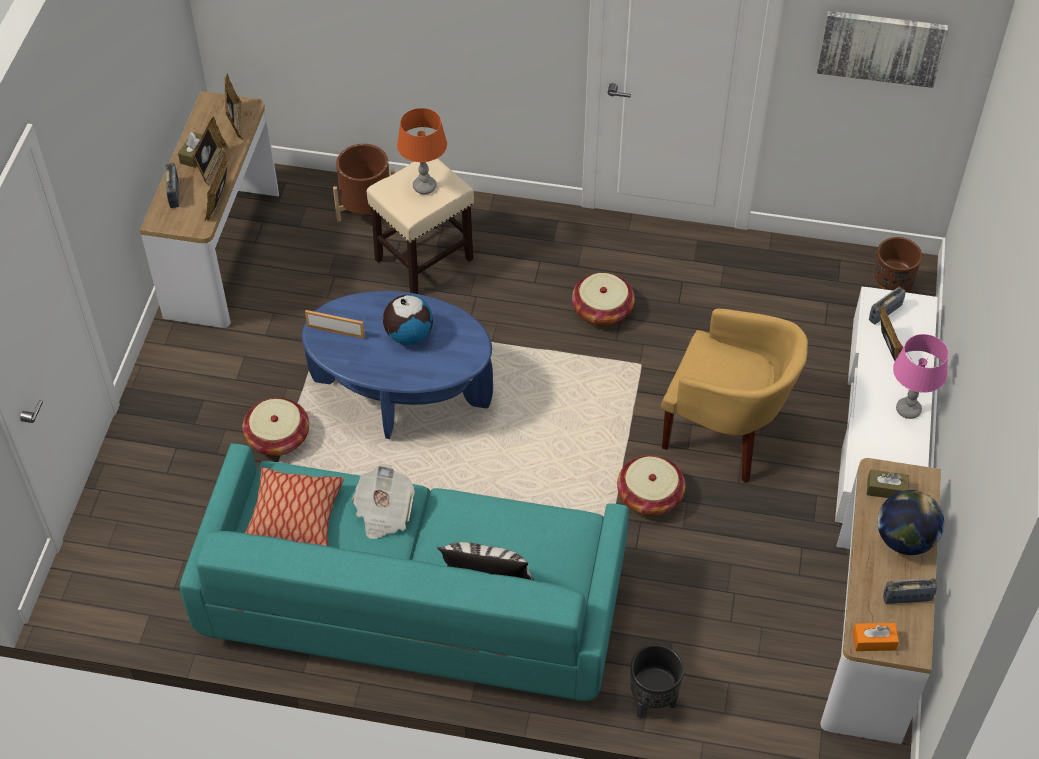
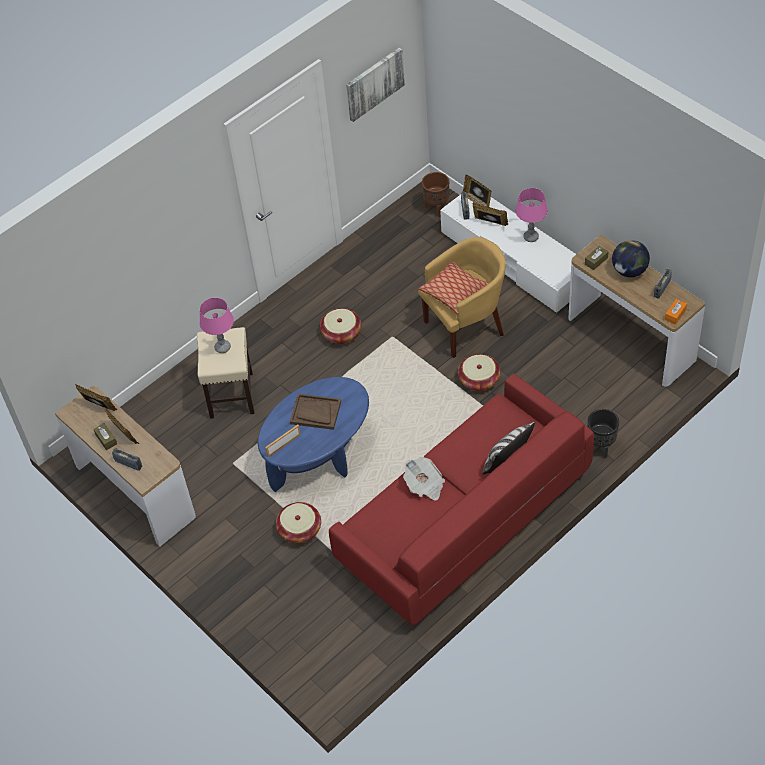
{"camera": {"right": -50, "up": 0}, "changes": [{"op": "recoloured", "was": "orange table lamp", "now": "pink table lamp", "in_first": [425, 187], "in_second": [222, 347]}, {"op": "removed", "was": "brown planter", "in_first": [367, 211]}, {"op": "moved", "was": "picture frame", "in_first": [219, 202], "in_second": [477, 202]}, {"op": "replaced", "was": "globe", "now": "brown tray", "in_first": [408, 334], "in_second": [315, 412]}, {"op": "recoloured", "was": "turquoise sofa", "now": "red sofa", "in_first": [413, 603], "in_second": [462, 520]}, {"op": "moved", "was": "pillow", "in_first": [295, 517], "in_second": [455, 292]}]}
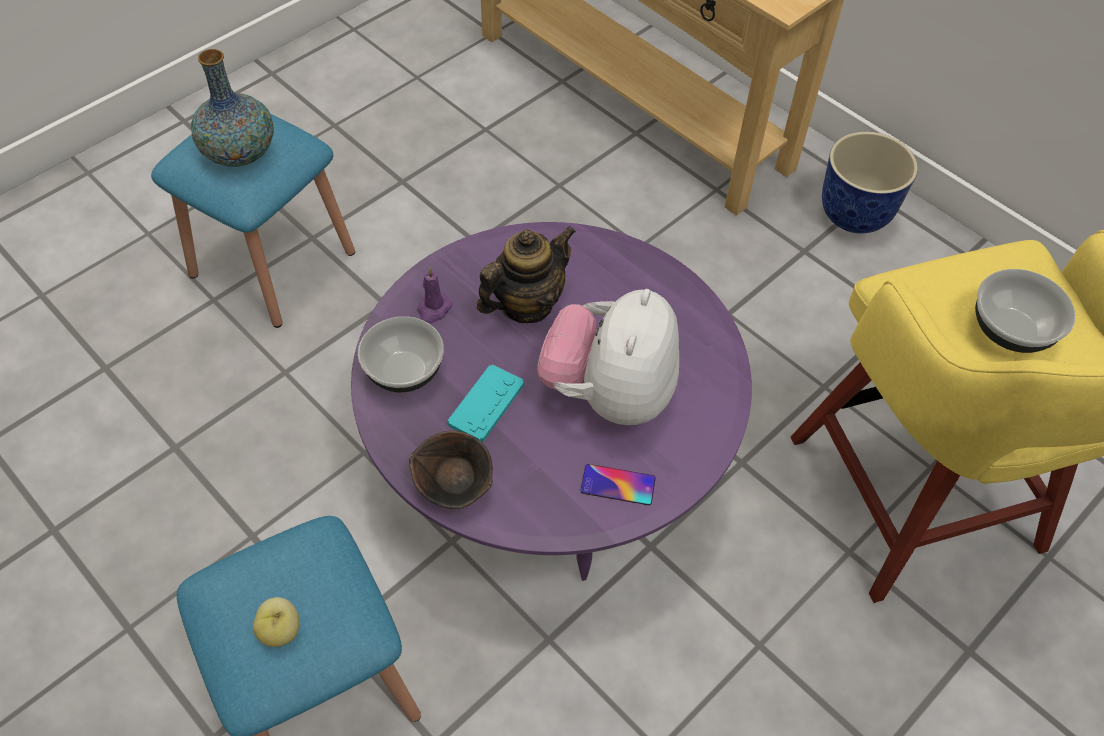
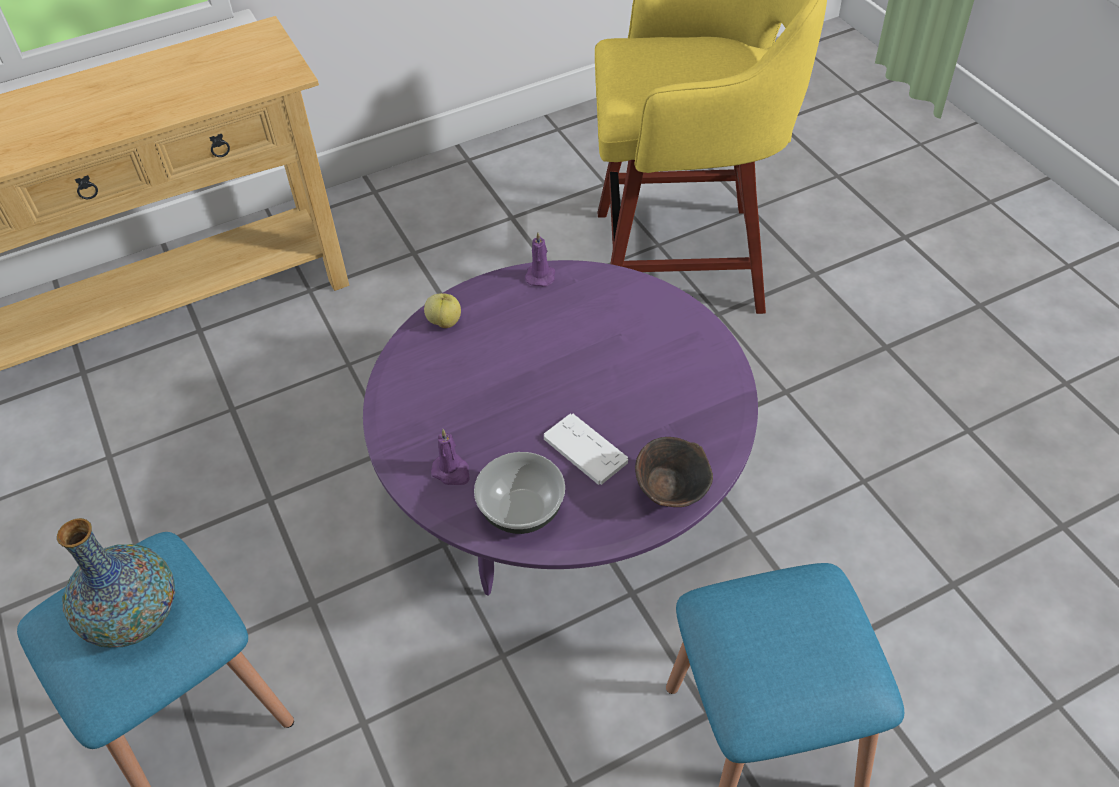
{"camera": {"right": -70, "up": -5}, "changes": [{"op": "removed", "was": "planter", "in_first": [855, 215]}, {"op": "removed", "was": "teapot", "in_first": [526, 304]}, {"op": "removed", "was": "bowl", "in_first": [1011, 329]}, {"op": "removed", "was": "plush toy", "in_first": [609, 393]}, {"op": "recoloured", "was": "turquoise game controller", "now": "white game controller", "in_first": [486, 404], "in_second": [585, 450]}, {"op": "removed", "was": "phone", "in_first": [618, 485]}, {"op": "moved", "was": "apple", "in_first": [281, 631], "in_second": [445, 322]}, {"op": "added", "now": "purple candle", "in_second": [540, 275]}]}
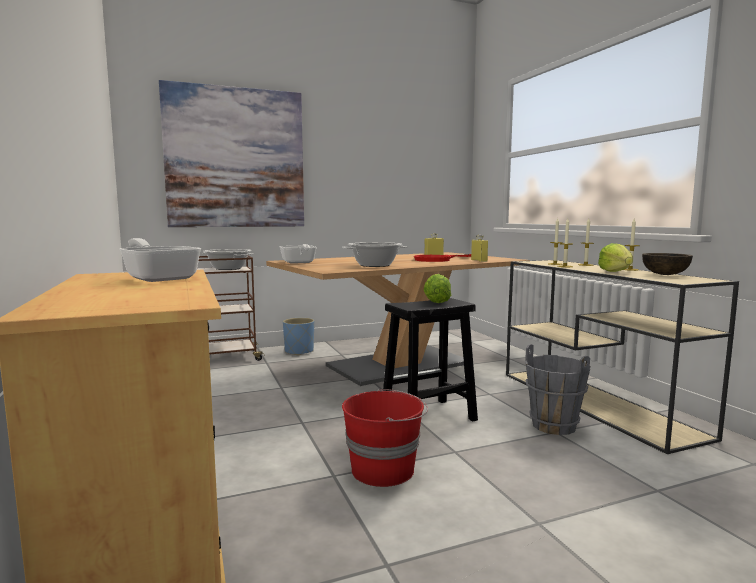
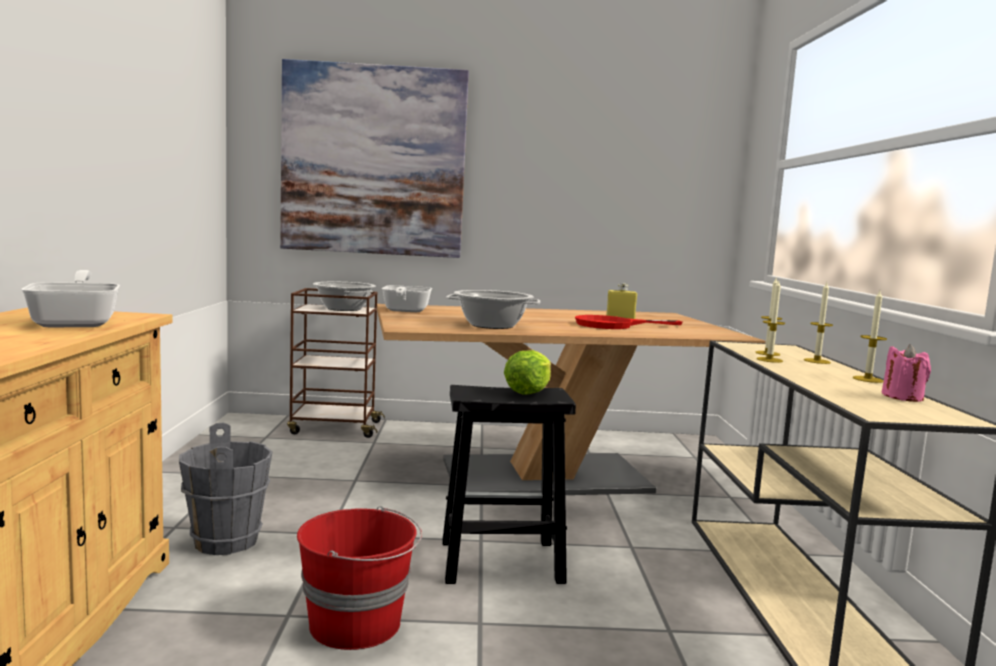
{"camera": {"right": 20, "up": 0}, "changes": [{"op": "removed", "was": "yellow bottle", "in_first": [479, 261]}, {"op": "removed", "was": "lettuce", "in_first": [615, 272]}, {"op": "replaced", "was": "brown bowl", "now": "pink candle", "in_first": [665, 274], "in_second": [902, 397]}, {"op": "removed", "was": "blue planter", "in_first": [299, 351]}, {"op": "moved", "was": "grey bucket", "in_first": [554, 425], "in_second": [227, 541]}]}
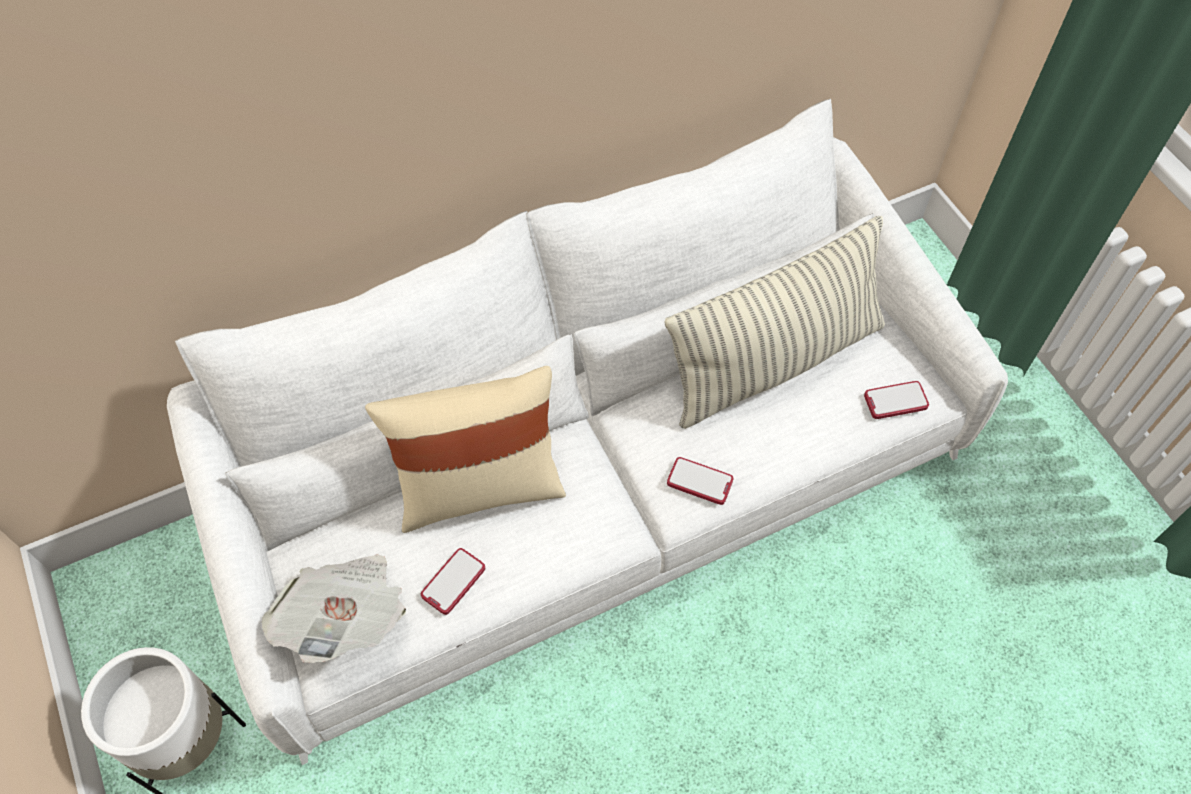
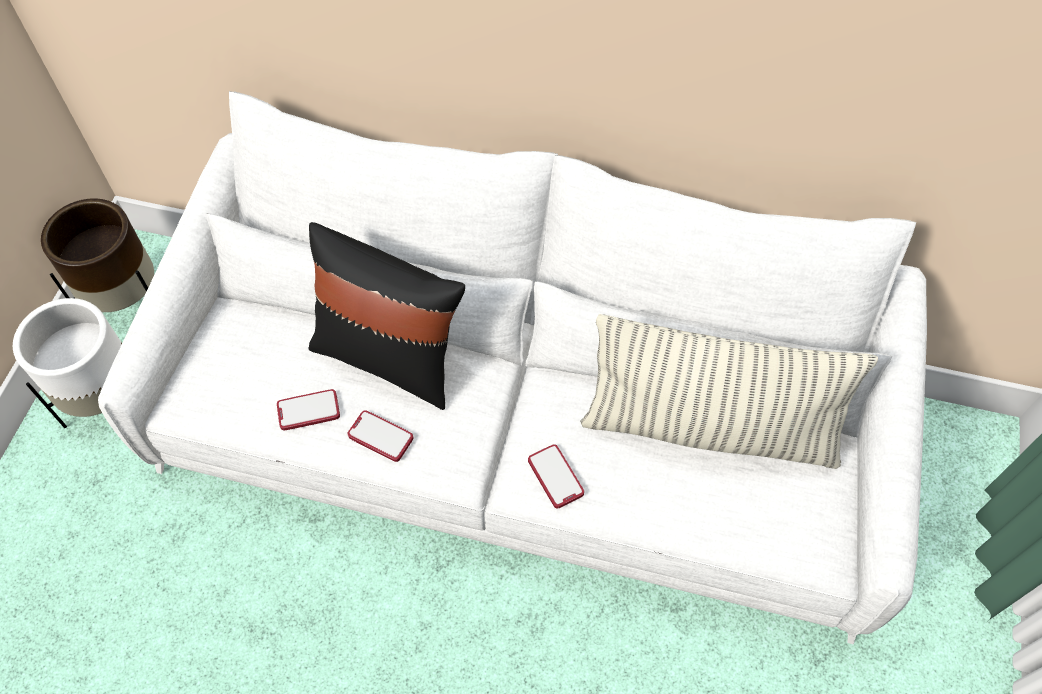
{"camera": {"right": 40, "up": 0}, "changes": [{"op": "recoloured", "was": "beige pillow", "now": "black pillow", "in_first": [479, 487], "in_second": [390, 357]}, {"op": "moved", "was": "phone", "in_first": [895, 401], "in_second": [380, 437]}, {"op": "removed", "was": "newspaper", "in_first": [346, 617]}, {"op": "added", "now": "brown planter", "in_second": [128, 304]}]}
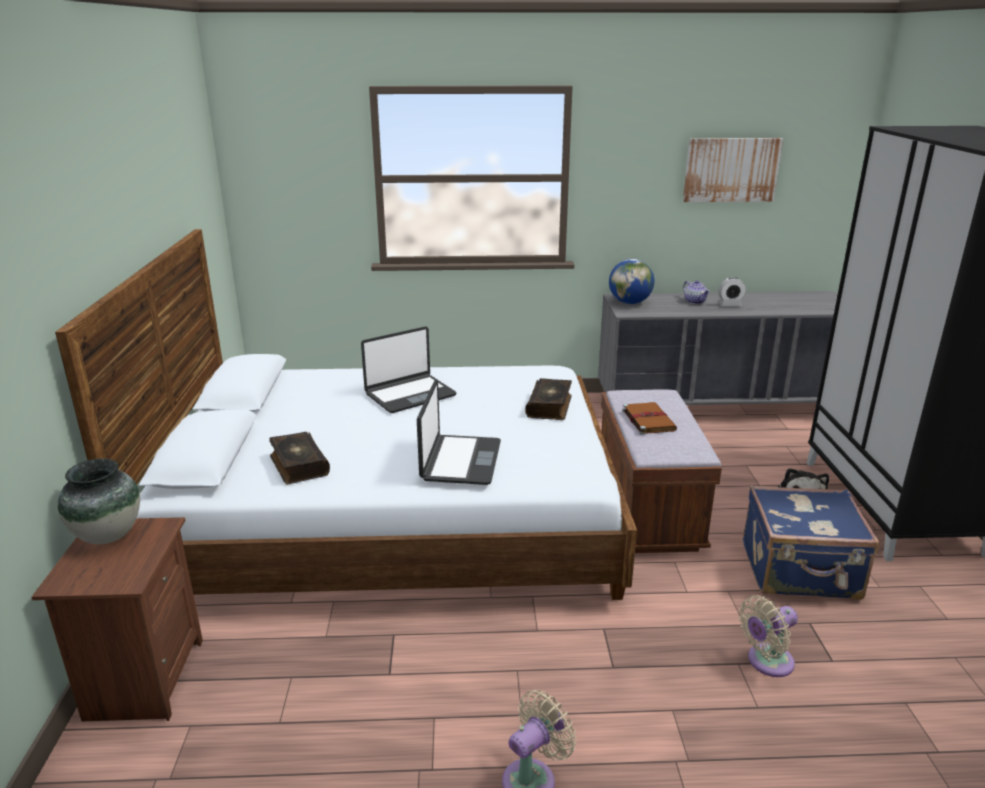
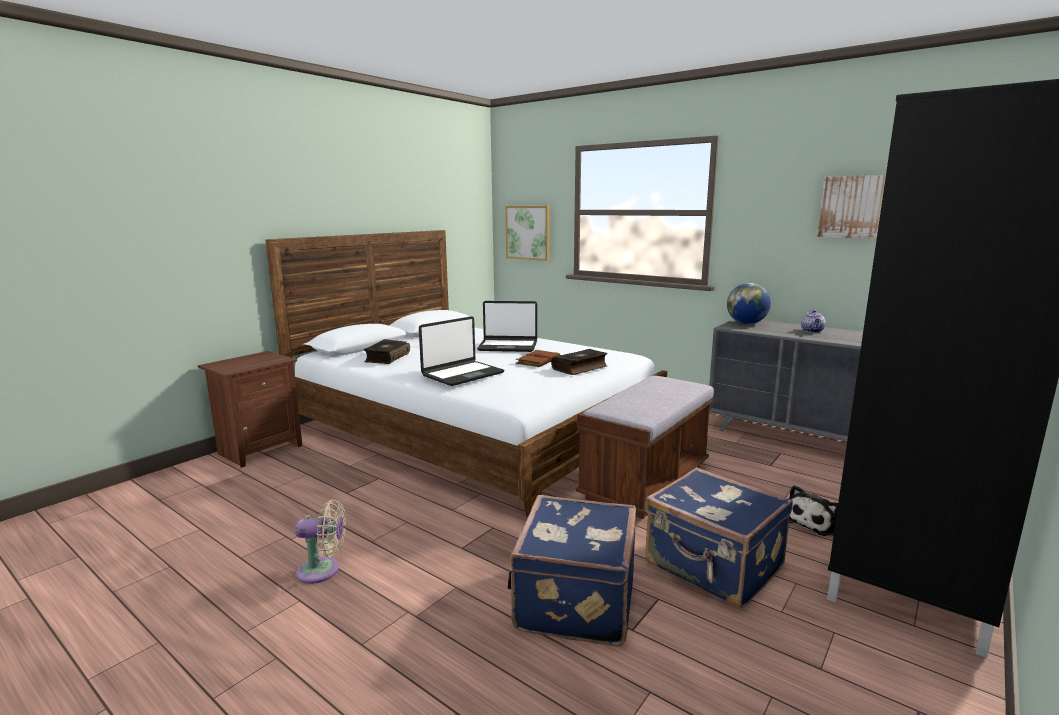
{"camera": {"right": 40, "up": -10}, "changes": [{"op": "removed", "was": "alarm clock", "in_first": [729, 305]}, {"op": "moved", "was": "brown book", "in_first": [648, 420], "in_second": [538, 360]}, {"op": "removed", "was": "vase", "in_first": [108, 536]}, {"op": "replaced", "was": "beige fan", "now": "blue suitcase", "in_first": [766, 662], "in_second": [573, 601]}, {"op": "added", "now": "picture", "in_second": [528, 232]}]}
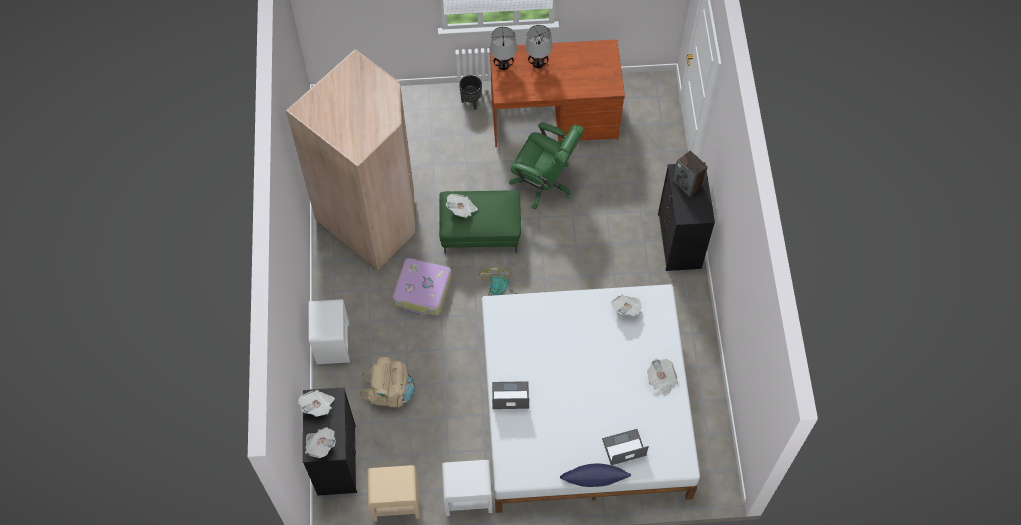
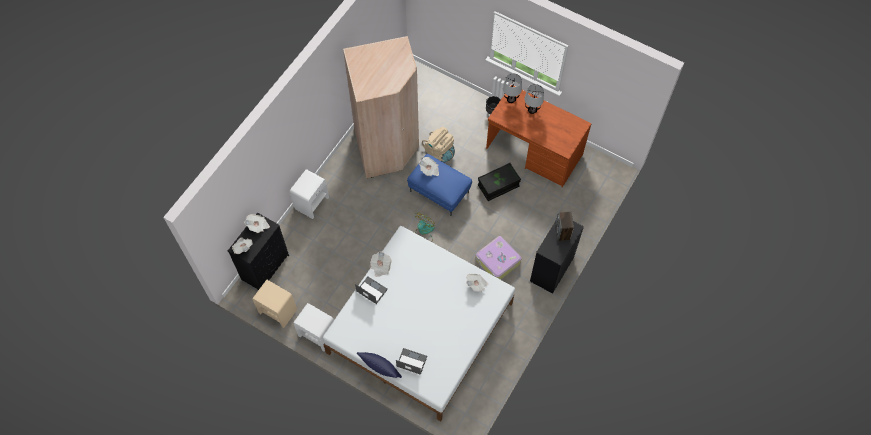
{"camera": {"right": 35, "up": 0}, "changes": [{"op": "replaced", "was": "green office chair", "now": "black storage box", "in_first": [544, 182], "in_second": [498, 186]}, {"op": "recoloured", "was": "green ottoman", "now": "blue ottoman", "in_first": [480, 231], "in_second": [440, 191]}, {"op": "moved", "was": "suitcase", "in_first": [423, 291], "in_second": [497, 261]}, {"op": "moved", "was": "beige backpack", "in_first": [390, 392], "in_second": [439, 152]}, {"op": "moved", "was": "newspaper", "in_first": [661, 380], "in_second": [380, 267]}]}
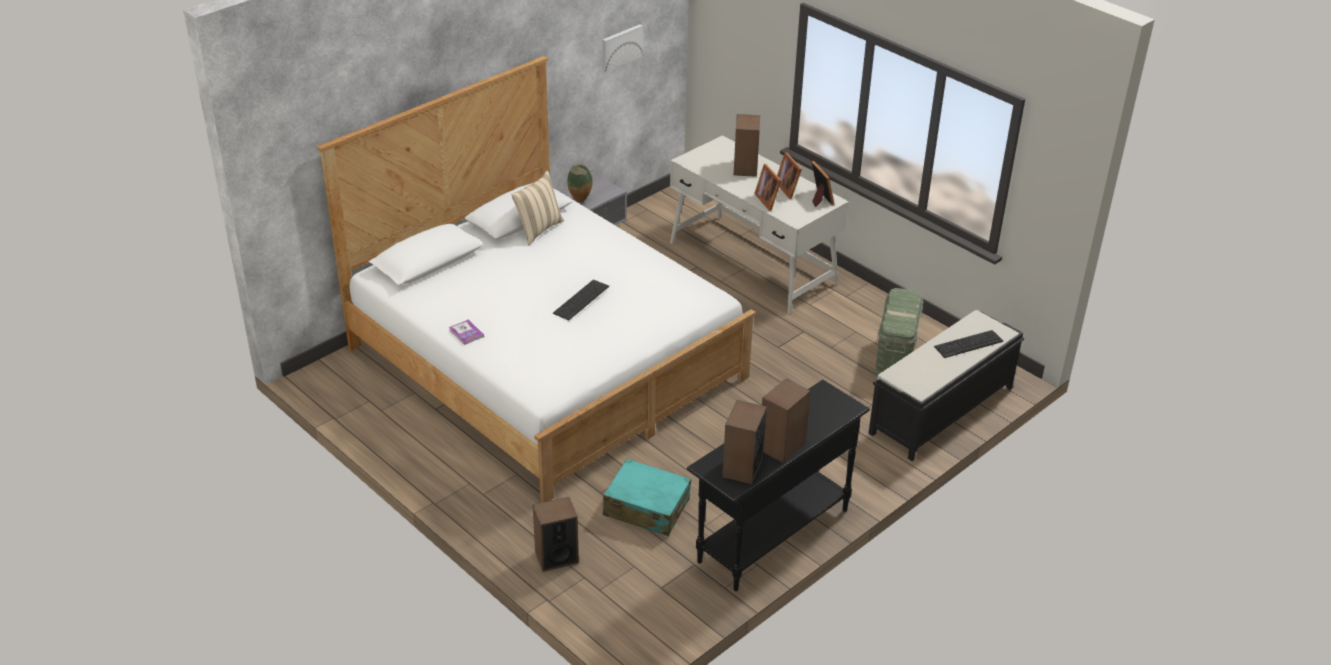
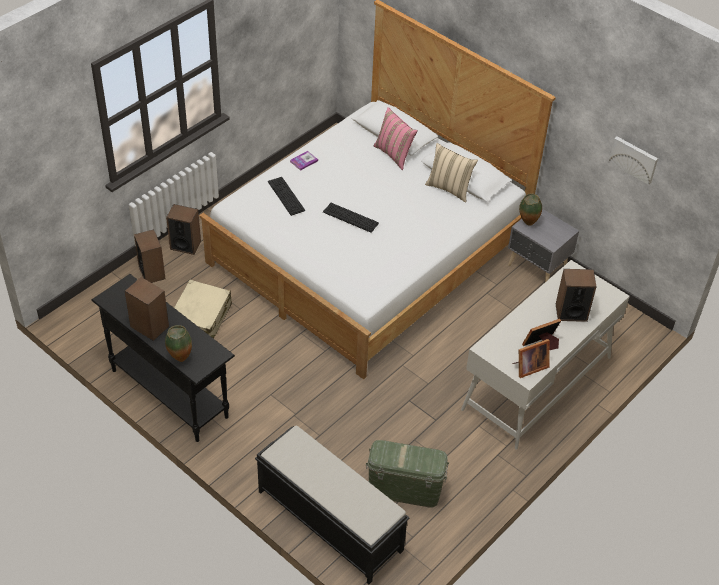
{"camera": {"right": 85, "up": 10}, "changes": [{"op": "removed", "was": "picture frame", "in_first": [768, 200]}, {"op": "moved", "was": "keyboard", "in_first": [968, 344], "in_second": [286, 196]}, {"op": "moved", "was": "speaker", "in_first": [742, 468], "in_second": [185, 245]}, {"op": "recoloured", "was": "turquoise suitcase", "now": "beige suitcase", "in_first": [646, 507], "in_second": [201, 318]}, {"op": "added", "now": "pink pillow", "in_second": [394, 154]}, {"op": "added", "now": "vase", "in_second": [180, 358]}]}
